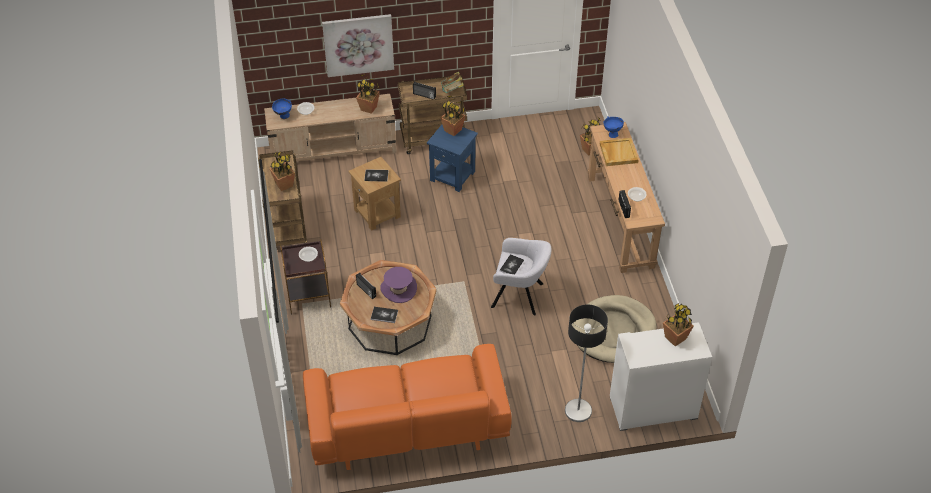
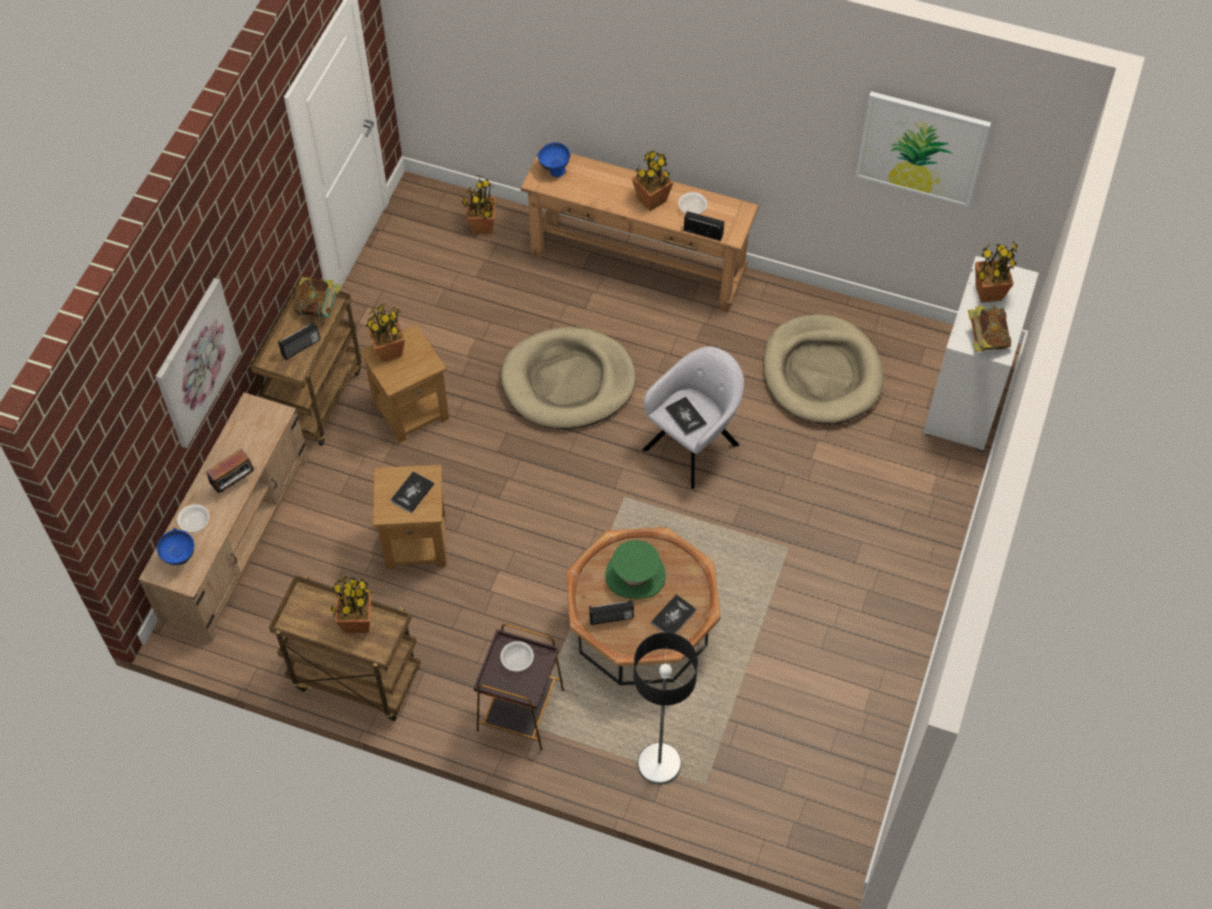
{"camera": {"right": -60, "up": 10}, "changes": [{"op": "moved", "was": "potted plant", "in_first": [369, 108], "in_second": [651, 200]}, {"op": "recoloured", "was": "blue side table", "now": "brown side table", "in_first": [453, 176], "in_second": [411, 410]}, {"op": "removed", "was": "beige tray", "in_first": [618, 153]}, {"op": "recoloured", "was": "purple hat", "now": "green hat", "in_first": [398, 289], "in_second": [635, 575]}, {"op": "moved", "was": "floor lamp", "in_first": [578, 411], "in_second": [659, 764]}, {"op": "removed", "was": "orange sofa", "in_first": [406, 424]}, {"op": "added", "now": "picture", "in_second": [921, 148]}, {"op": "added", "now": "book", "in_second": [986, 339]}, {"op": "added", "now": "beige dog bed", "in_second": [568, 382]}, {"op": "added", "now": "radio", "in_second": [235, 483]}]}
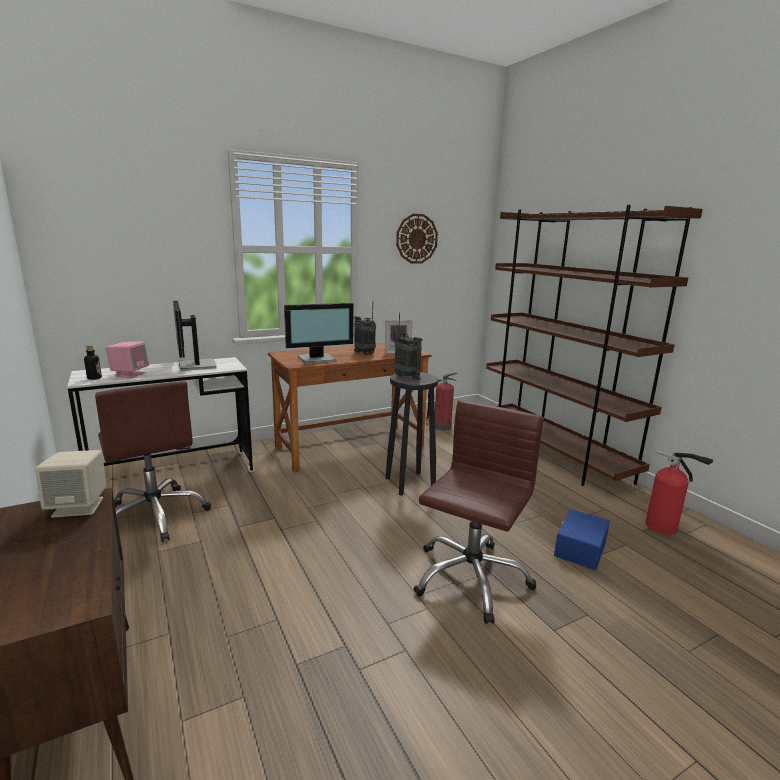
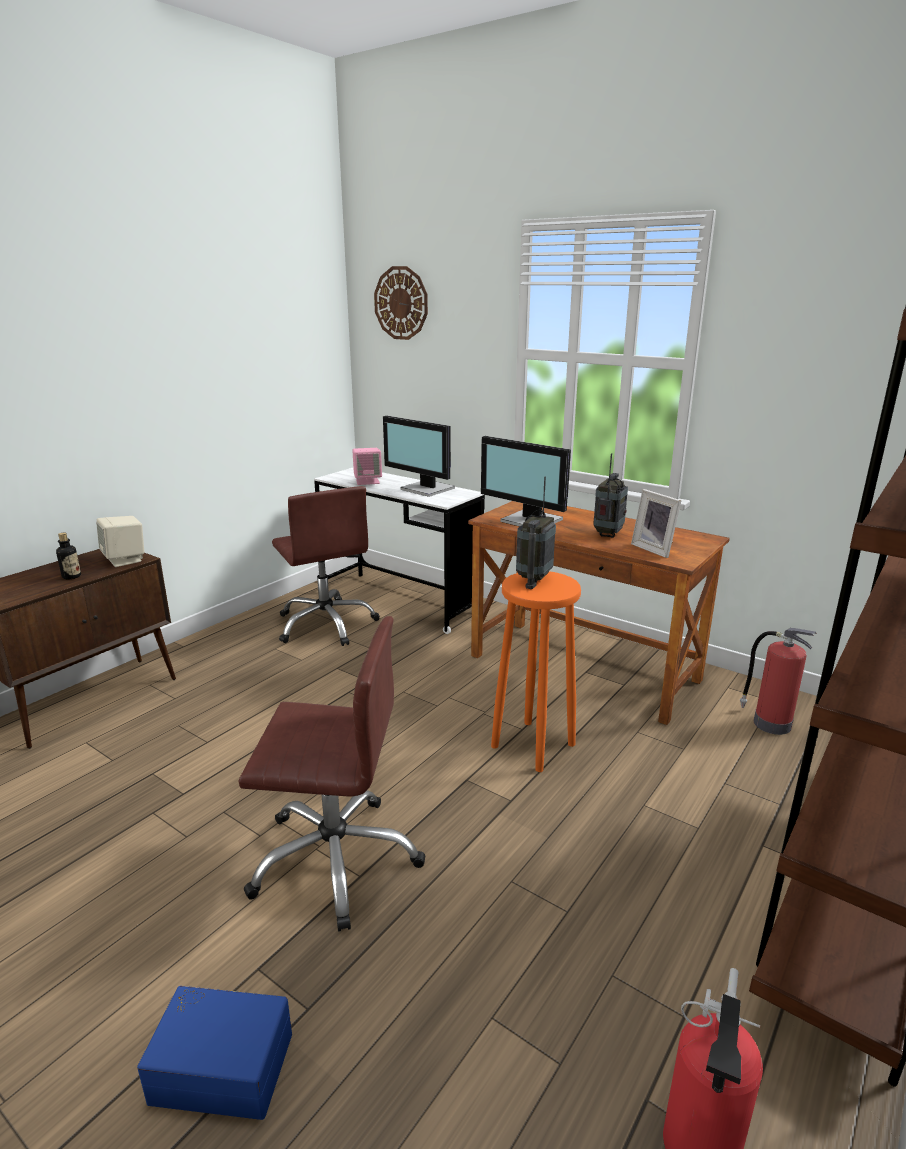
{"camera": {"right": 65, "up": 5}, "changes": [{"op": "moved", "was": "wall clock", "in_first": [416, 239], "in_second": [401, 303]}, {"op": "turned", "was": "monitor", "in_first": [195, 365], "in_second": [426, 489], "clockwise": -90}, {"op": "moved", "was": "bottle", "in_first": [94, 378], "in_second": [71, 576]}, {"op": "recoloured", "was": "black stool", "now": "orange stool", "in_first": [409, 483], "in_second": [532, 745]}, {"op": "turned", "was": "brown office chair", "in_first": [155, 515], "in_second": [326, 624], "clockwise": -60}, {"op": "moved", "was": "blue storage box", "in_first": [578, 548], "in_second": [223, 1064]}]}
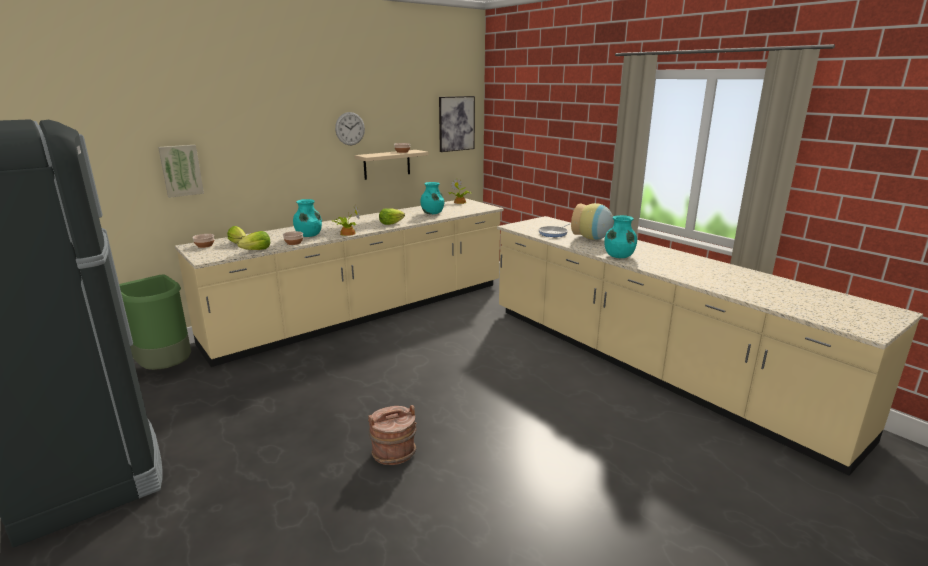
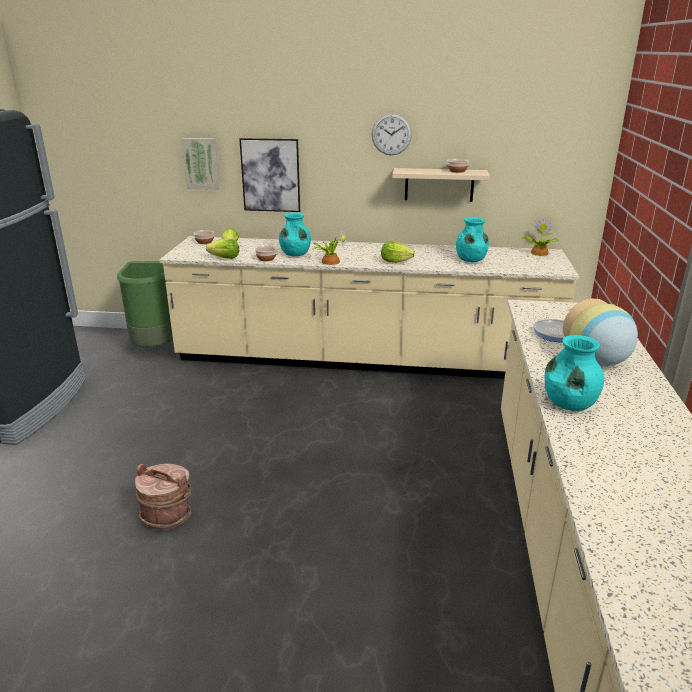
{"camera": {"right": 45, "up": 5}, "changes": [{"op": "moved", "was": "picture", "in_first": [456, 123], "in_second": [270, 175]}]}
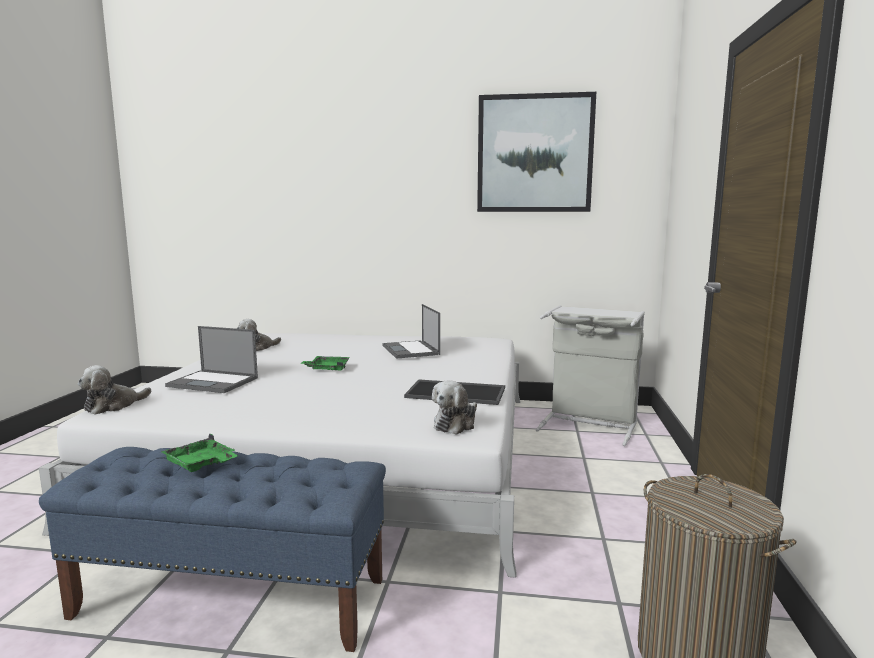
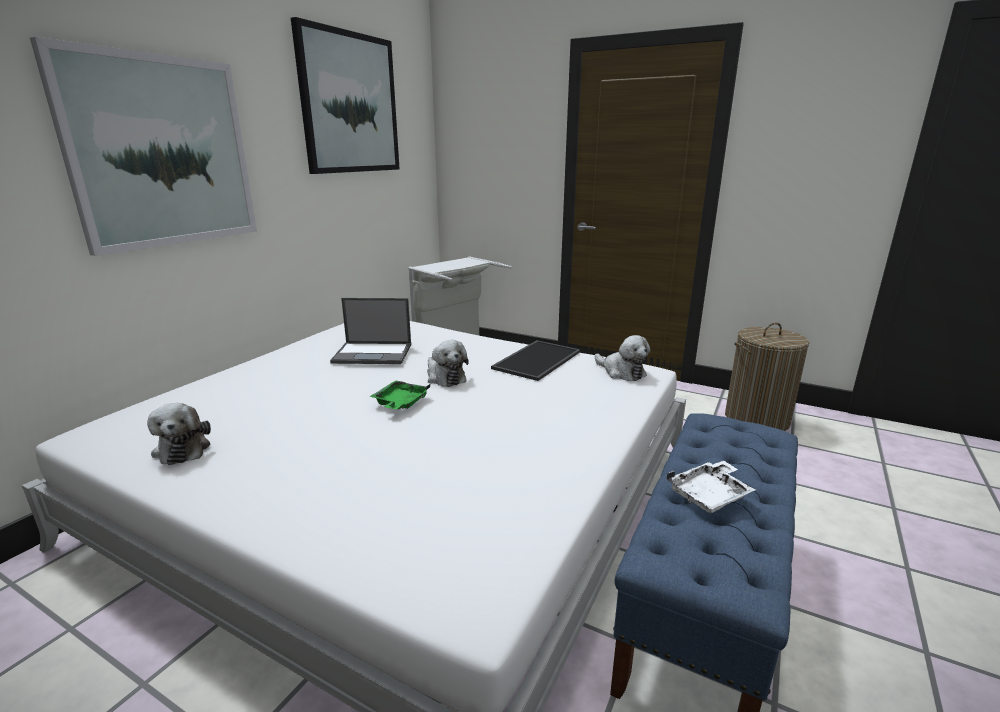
{"camera": {"right": -70, "up": 10}, "changes": [{"op": "removed", "was": "laptop", "in_first": [214, 382]}, {"op": "moved", "was": "plush toy", "in_first": [113, 406], "in_second": [445, 377]}, {"op": "recoloured", "was": "green tray", "now": "white tray", "in_first": [201, 464], "in_second": [709, 495]}, {"op": "added", "now": "picture", "in_second": [162, 152]}]}
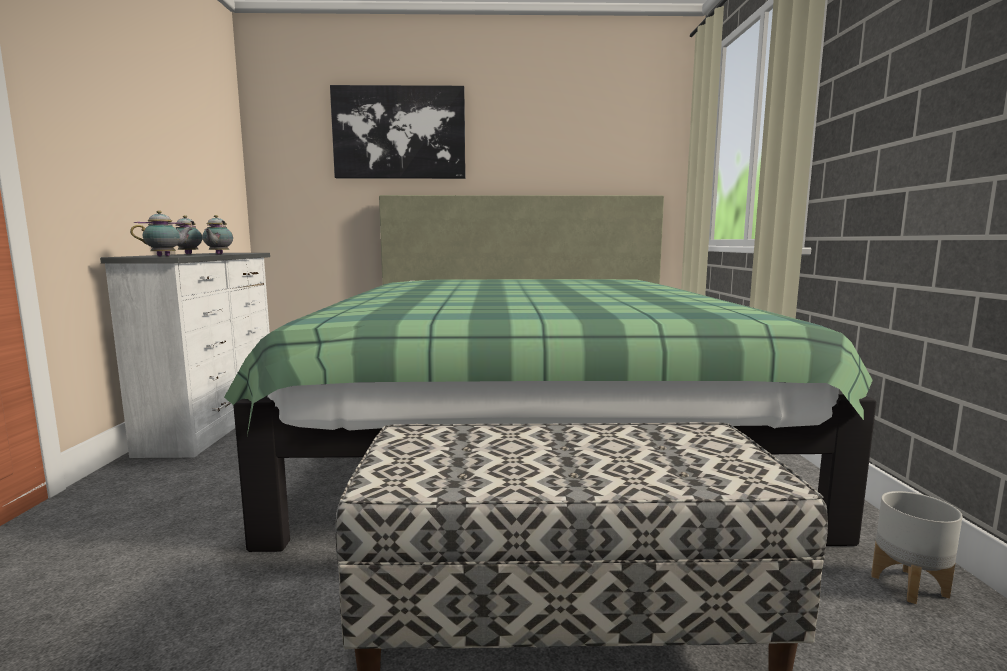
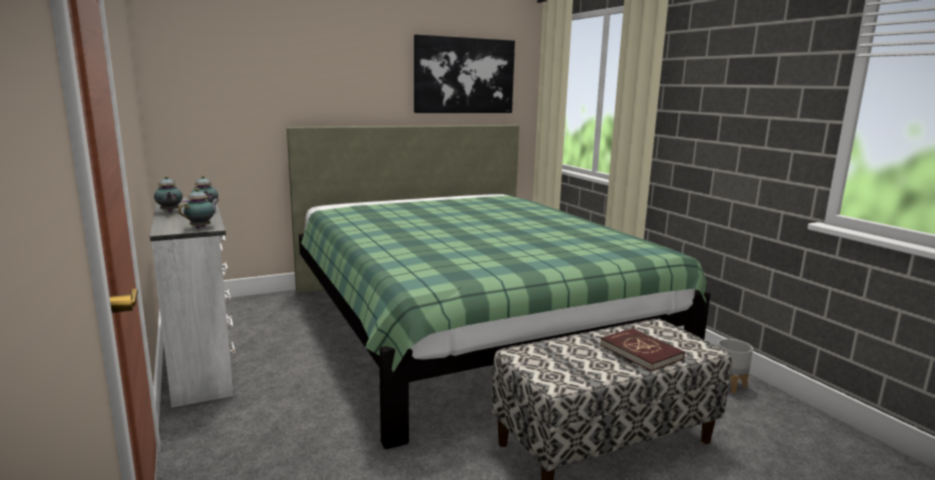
{"camera": {"right": -25, "up": 5}, "changes": [{"op": "moved", "was": "picture", "in_first": [399, 133], "in_second": [464, 75]}, {"op": "added", "now": "red book", "in_second": [641, 352]}]}
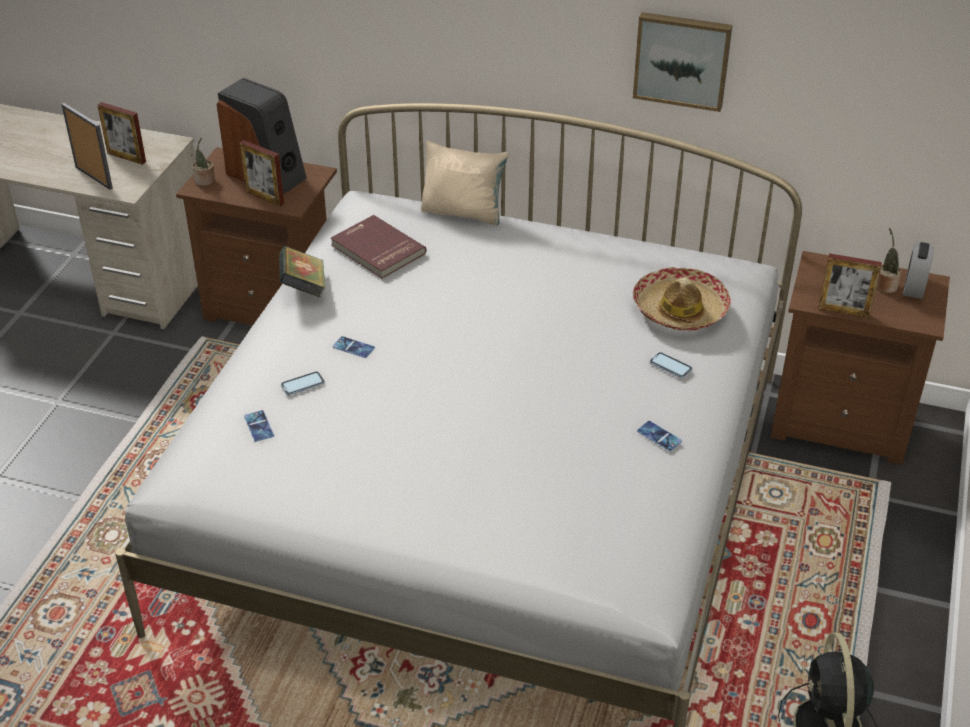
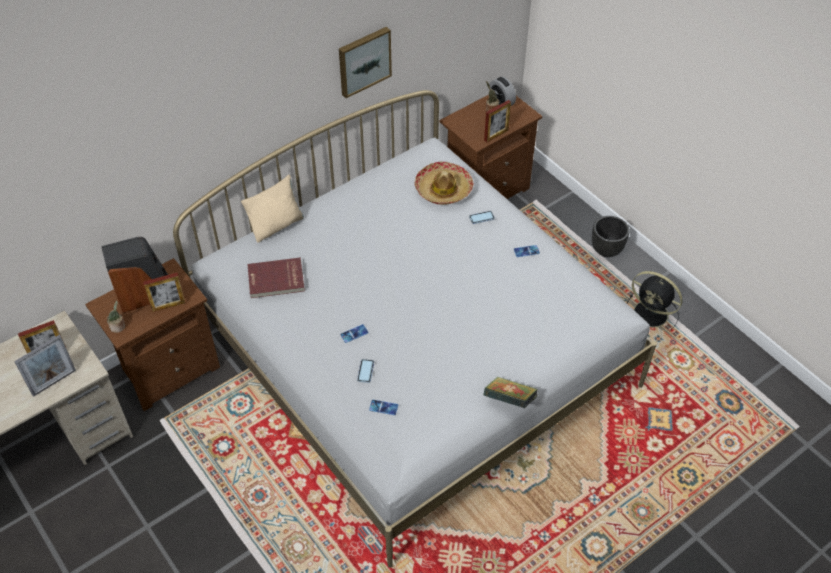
{"camera": {"right": -55, "up": 10}, "changes": [{"op": "turned", "was": "picture frame", "in_first": [94, 177], "in_second": [54, 382], "clockwise": 150}, {"op": "moved", "was": "book", "in_first": [303, 288], "in_second": [509, 400]}, {"op": "added", "now": "black planter", "in_second": [607, 250]}]}
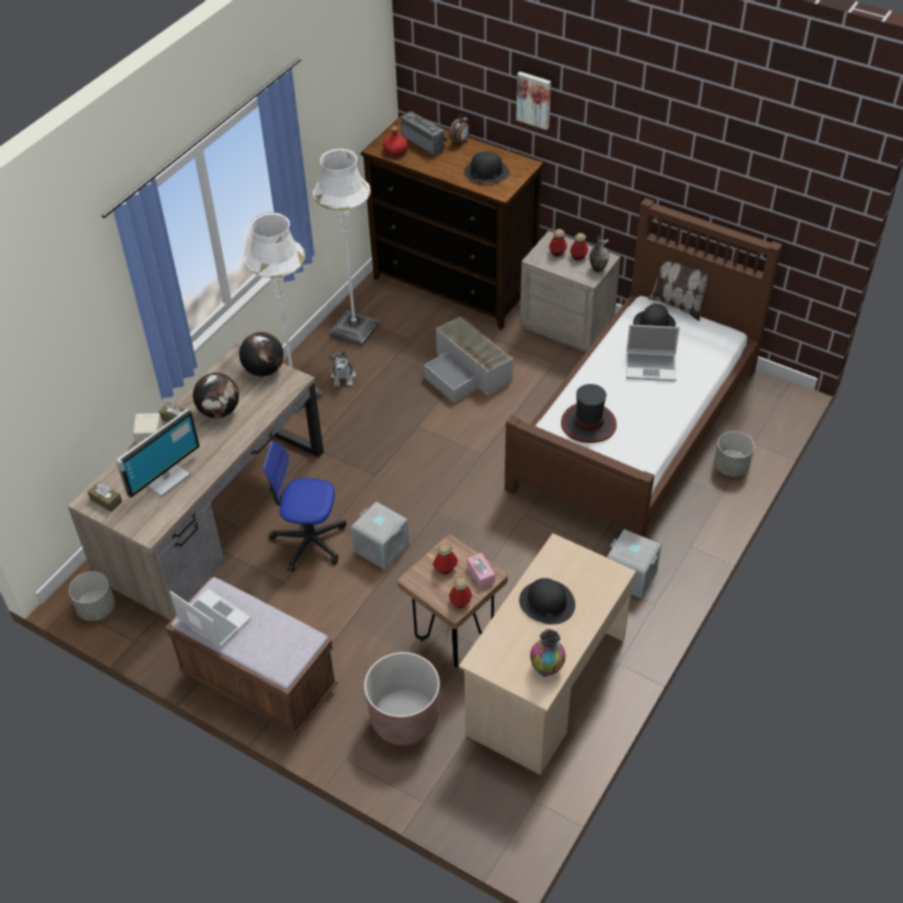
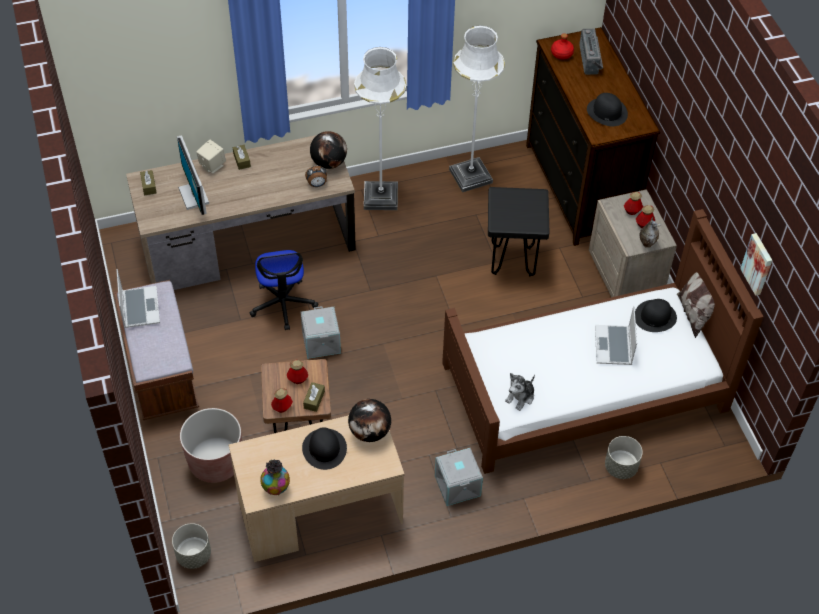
{"camera": {"right": 40, "up": 5}, "changes": [{"op": "moved", "was": "picture", "in_first": [534, 99], "in_second": [758, 264]}, {"op": "moved", "was": "alarm clock", "in_first": [460, 141], "in_second": [317, 185]}, {"op": "replaced", "was": "grey storage box", "now": "black stool", "in_first": [467, 372], "in_second": [512, 261]}, {"op": "turned", "was": "laptop", "in_first": [651, 367], "in_second": [614, 346], "clockwise": 45}, {"op": "moved", "was": "plush toy", "in_first": [343, 377], "in_second": [520, 397]}, {"op": "moved", "was": "globe", "in_first": [219, 411], "in_second": [370, 432]}, {"op": "removed", "was": "hat", "in_first": [589, 424]}, {"op": "turned", "was": "monitor", "in_first": [165, 478], "in_second": [195, 195], "clockwise": 75}, {"op": "turned", "was": "office chair", "in_first": [309, 541], "in_second": [283, 304], "clockwise": -150}, {"op": "recoloured", "was": "pink tissue box", "now": "brown tissue box", "in_first": [481, 574], "in_second": [314, 400]}, {"op": "moved", "was": "grey planter", "in_first": [96, 608], "in_second": [193, 555]}]}
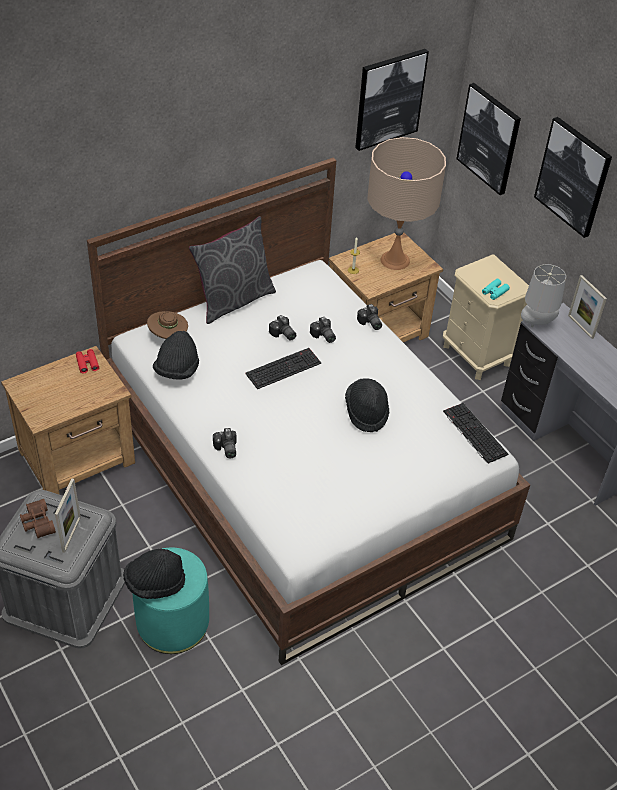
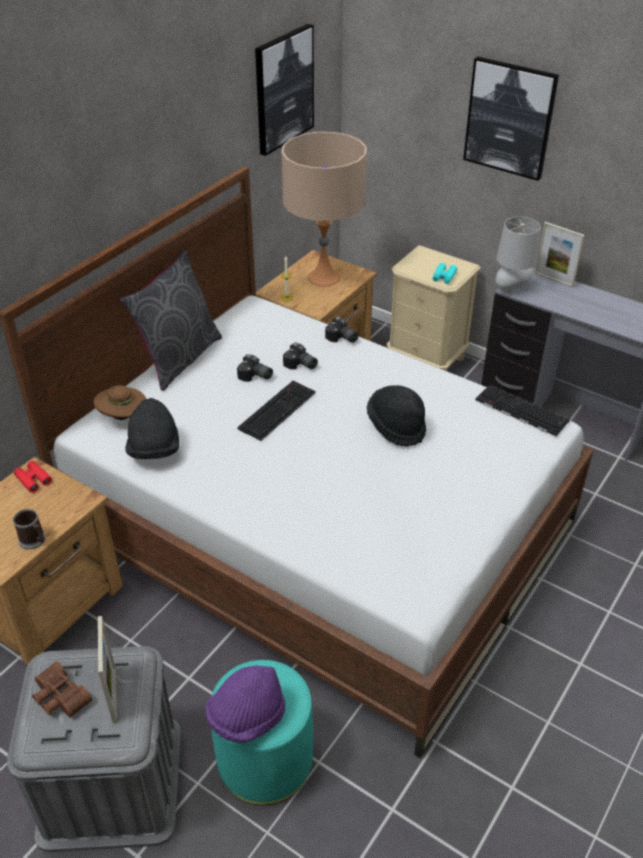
{"camera": {"right": -20, "up": -5}, "changes": [{"op": "removed", "was": "picture", "in_first": [489, 138]}, {"op": "removed", "was": "photo camera", "in_first": [225, 449]}, {"op": "recoloured", "was": "black hat", "now": "purple hat", "in_first": [155, 583], "in_second": [246, 717]}, {"op": "added", "now": "mug", "in_second": [34, 540]}]}
